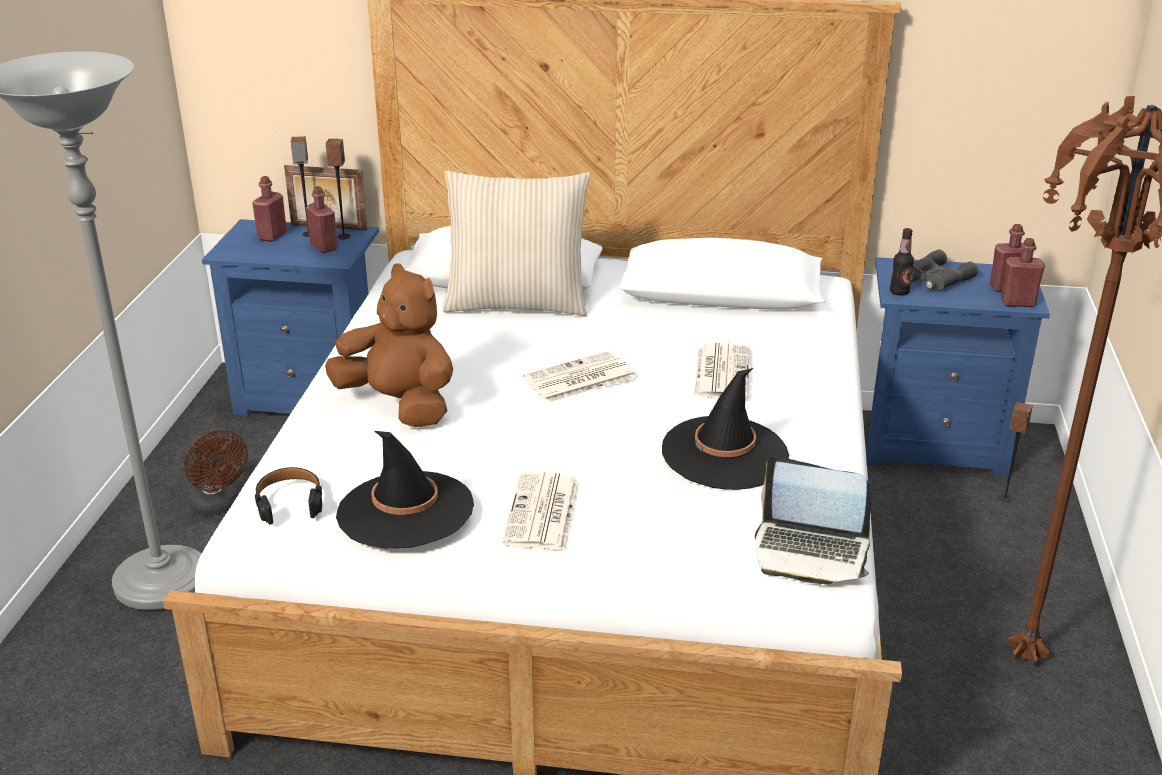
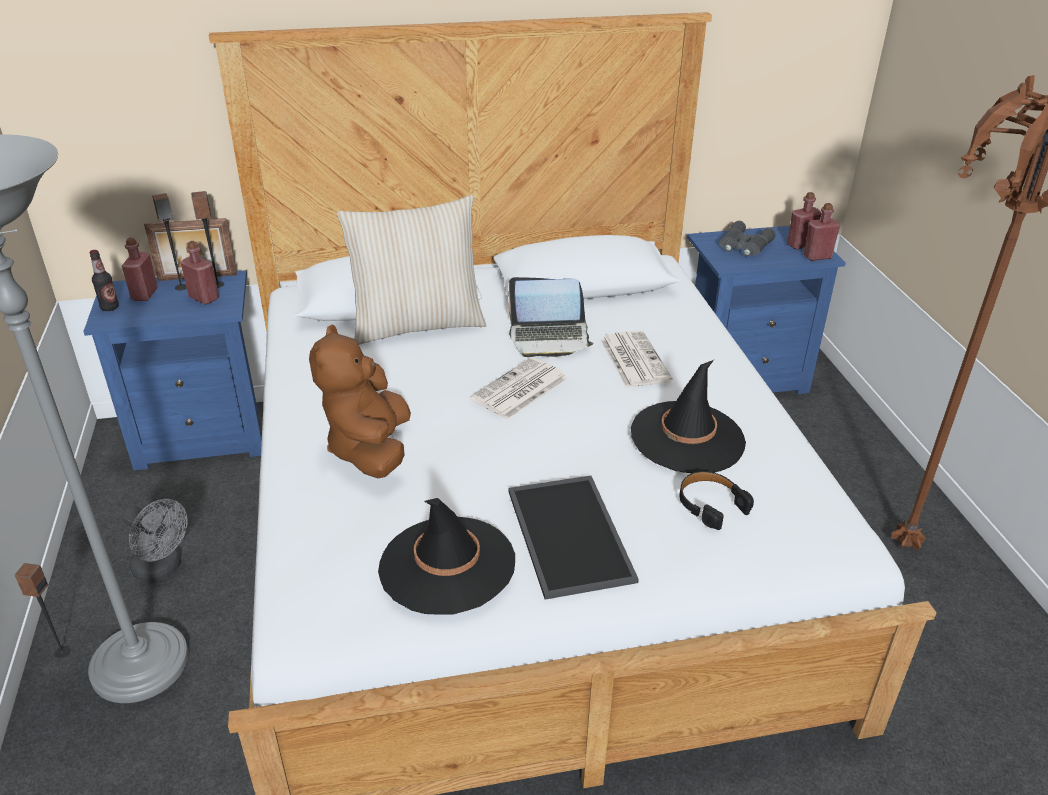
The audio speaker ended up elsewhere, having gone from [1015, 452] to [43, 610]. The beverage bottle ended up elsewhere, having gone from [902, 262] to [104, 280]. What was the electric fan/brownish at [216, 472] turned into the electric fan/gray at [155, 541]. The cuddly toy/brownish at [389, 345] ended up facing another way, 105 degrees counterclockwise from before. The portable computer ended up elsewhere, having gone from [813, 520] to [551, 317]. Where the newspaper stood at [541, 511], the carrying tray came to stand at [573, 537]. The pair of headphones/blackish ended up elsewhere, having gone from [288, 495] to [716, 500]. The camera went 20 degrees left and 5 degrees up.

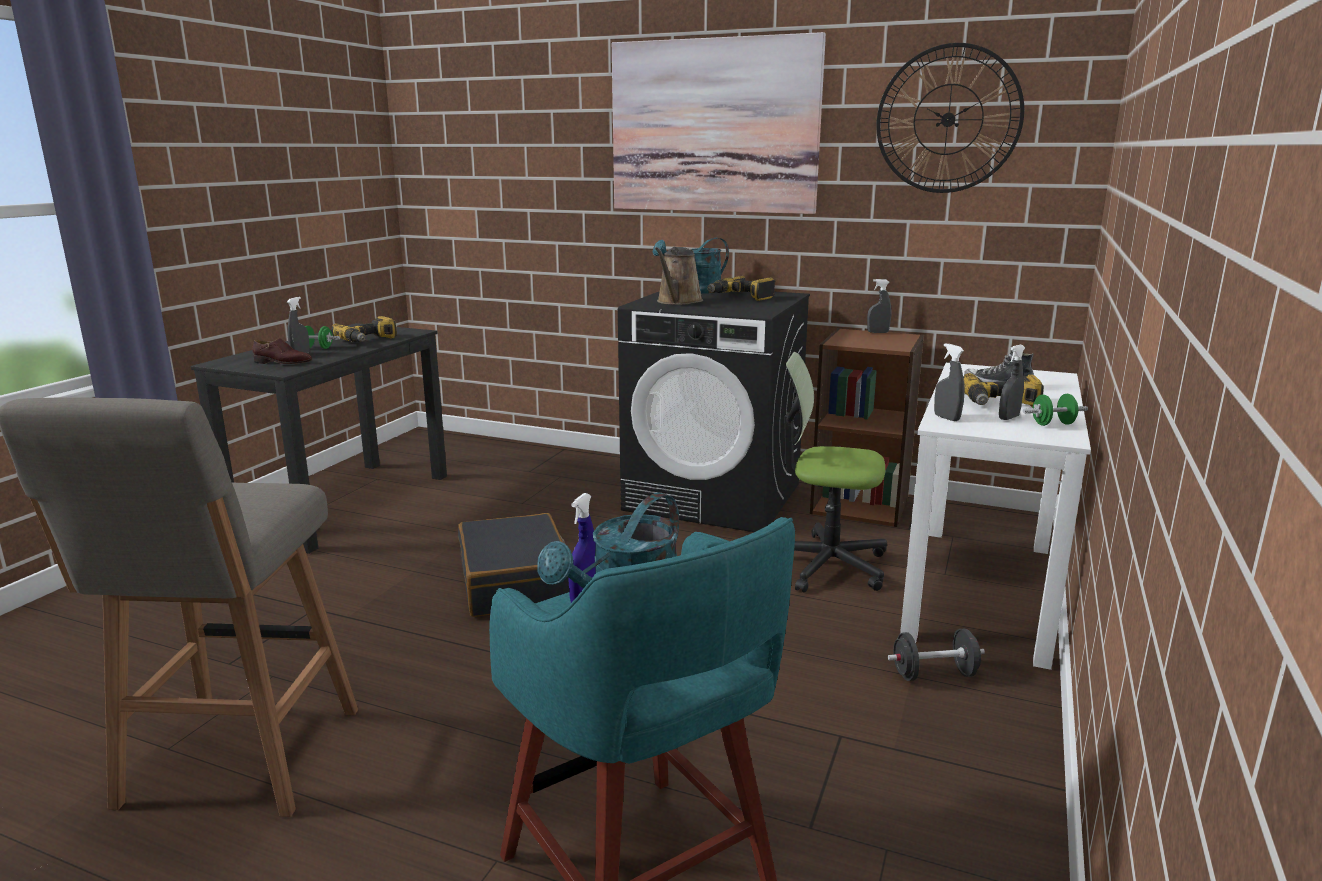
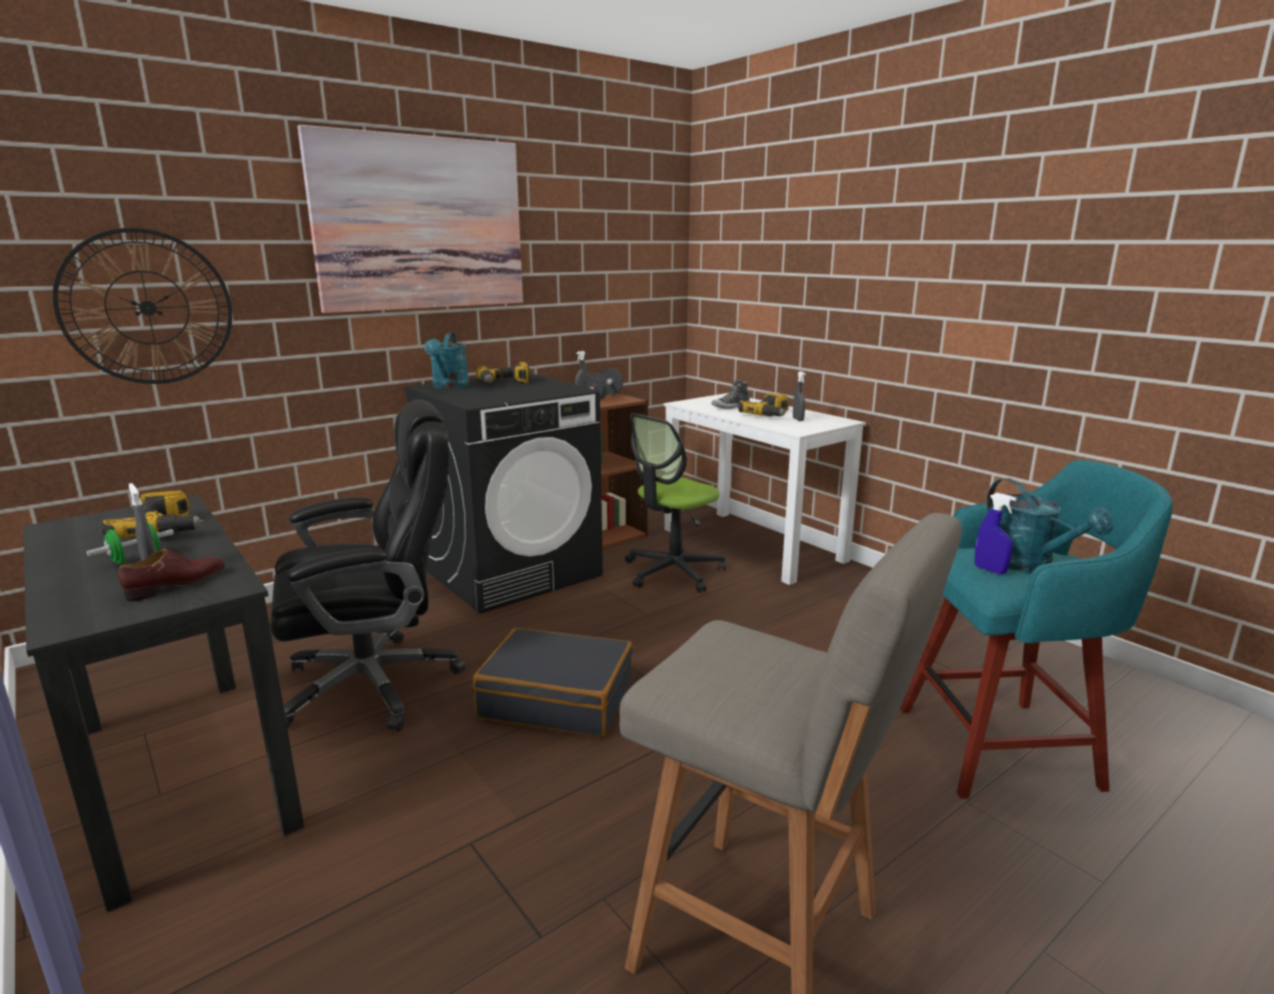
The wall clock ended up elsewhere, having gone from [950, 118] to [142, 306]. The second view gained the desk chair/blackish at [368, 565]. The free weight/blackish ended up elsewhere, having gone from [936, 655] to [602, 384]. The second view lost the sprinkling can/brownish at [679, 276]. The second view lost the hand sprayer/gray at [949, 382]. The second view lost the free weight/green-coloured at [1055, 410]. The camera went 60 degrees left and 0 degrees up.

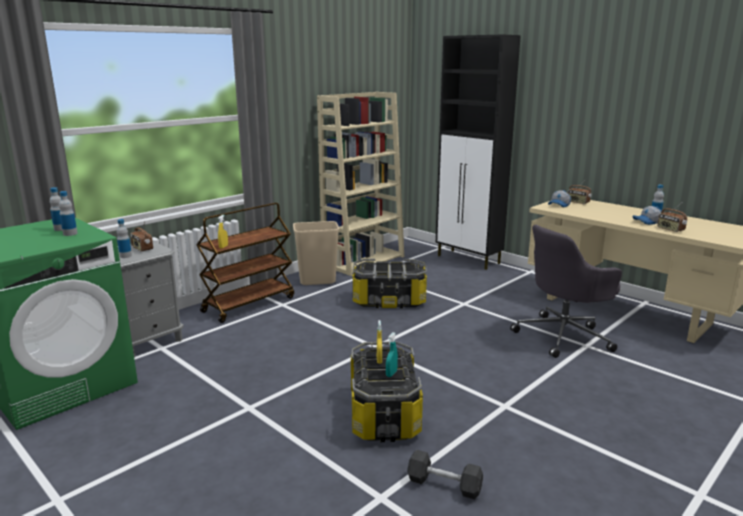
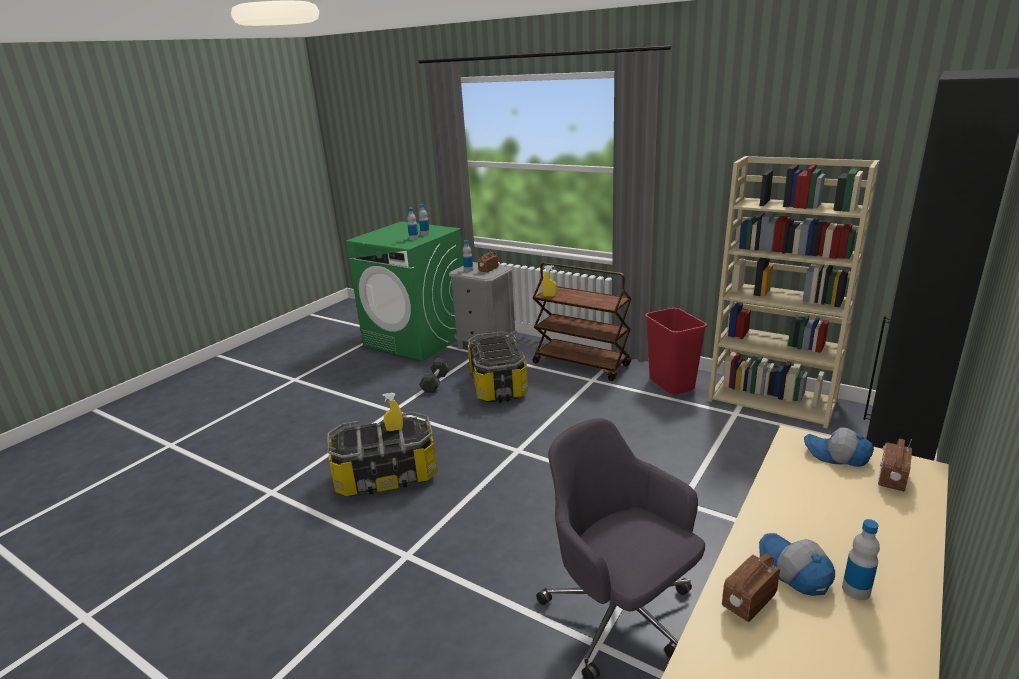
The free weight/gray ended up elsewhere, having gone from [445, 474] to [434, 376]. The storage box ended up elsewhere, having gone from [389, 283] to [498, 367]. What was the waste bin/beige-coloured at [316, 253] turned into the waste bin/red at [676, 351]. The second view lost the hand sprayer/turquoise-coloured at [392, 354]. The camera went 80 degrees right and 5 degrees up.

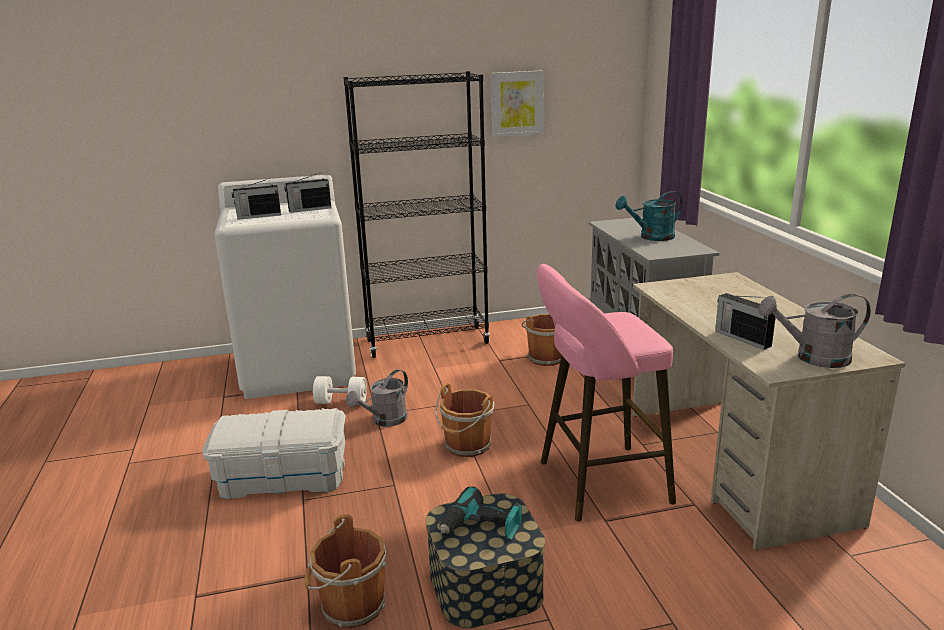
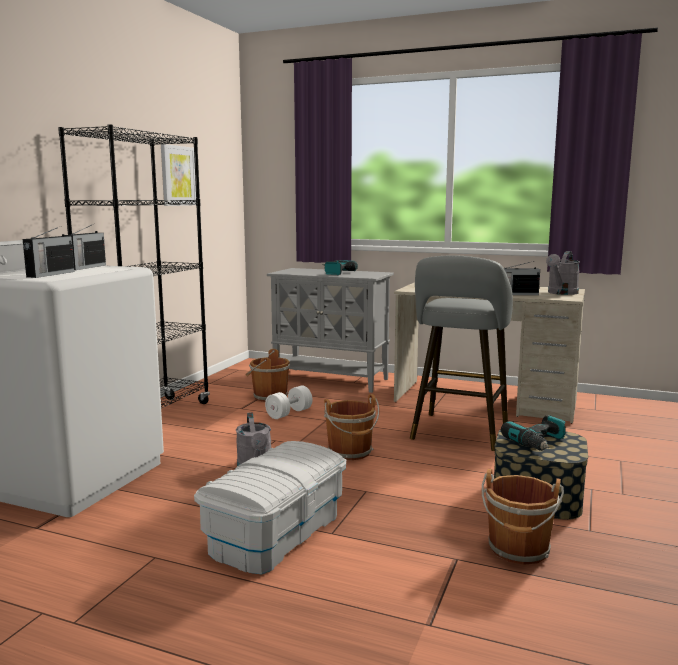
The free weight/white ended up elsewhere, having gone from [340, 390] to [289, 402]. Where the sprinkling can/turquoise-coloured stood at [649, 216], the power drill came to stand at [340, 267]. What was the sitting stool/pinkish at [606, 393] turned into the sitting stool/gray at [461, 353]. The camera went 55 degrees left and 10 degrees down.

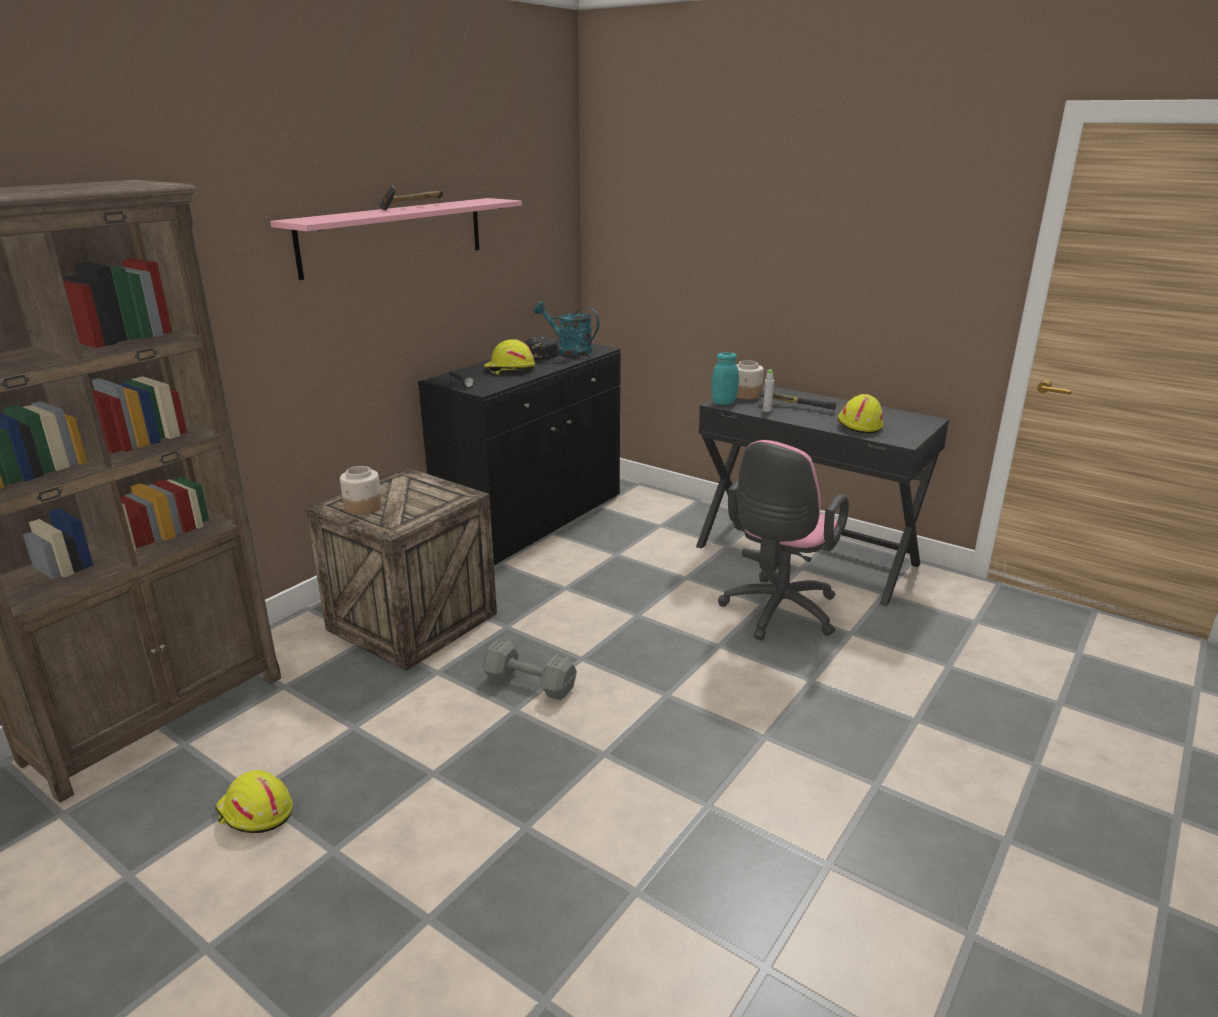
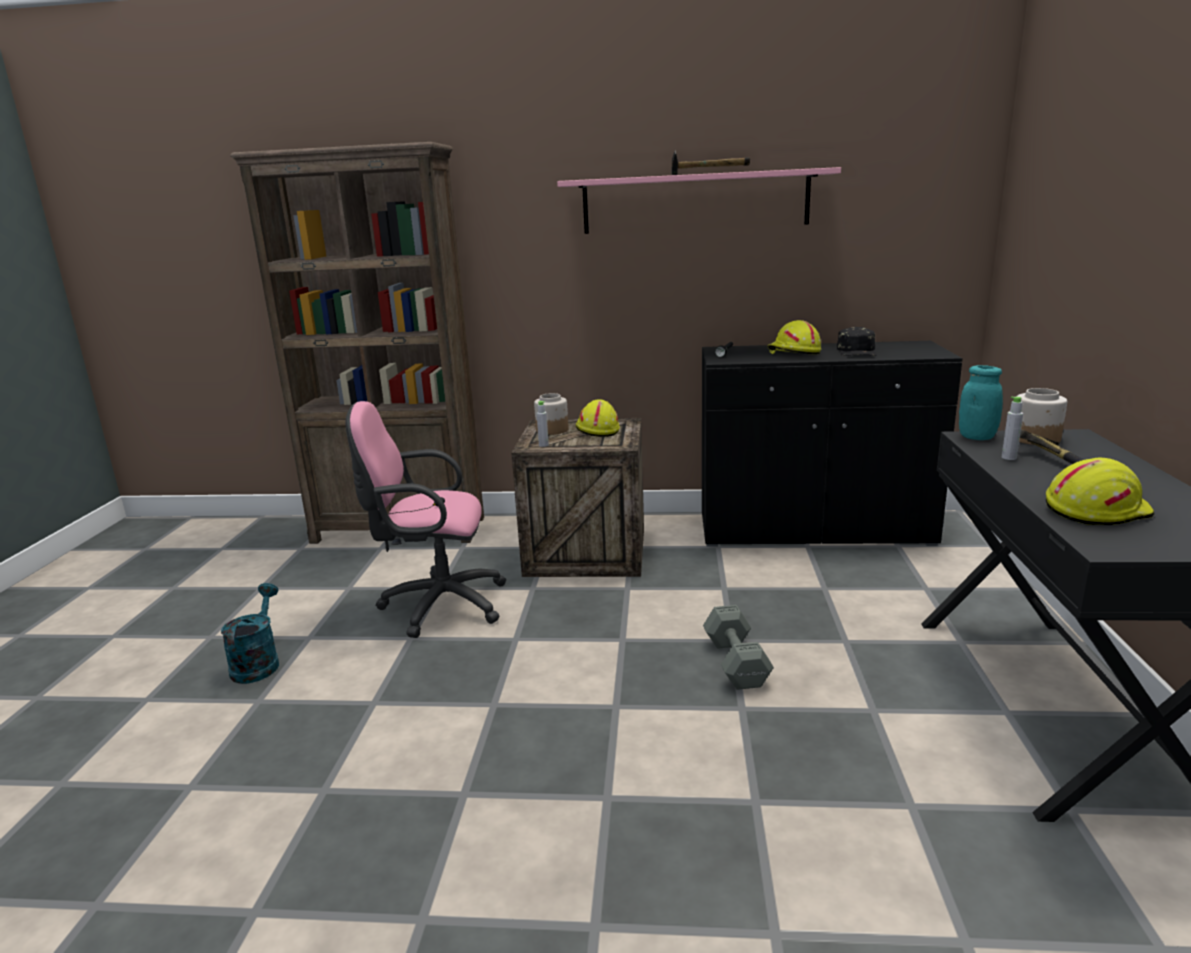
The sprinkling can/turquoise-coloured ended up elsewhere, having gone from [566, 328] to [250, 633]. The desk chair/pinkish ended up elsewhere, having gone from [783, 540] to [426, 519]. The second view gained the beverage bottle/gray at [543, 424]. The safety helmet/yellowish ended up elsewhere, having gone from [254, 801] to [598, 418]. The free weight/gray ended up elsewhere, having gone from [529, 669] to [738, 647]. The camera went 60 degrees right and 5 degrees down.

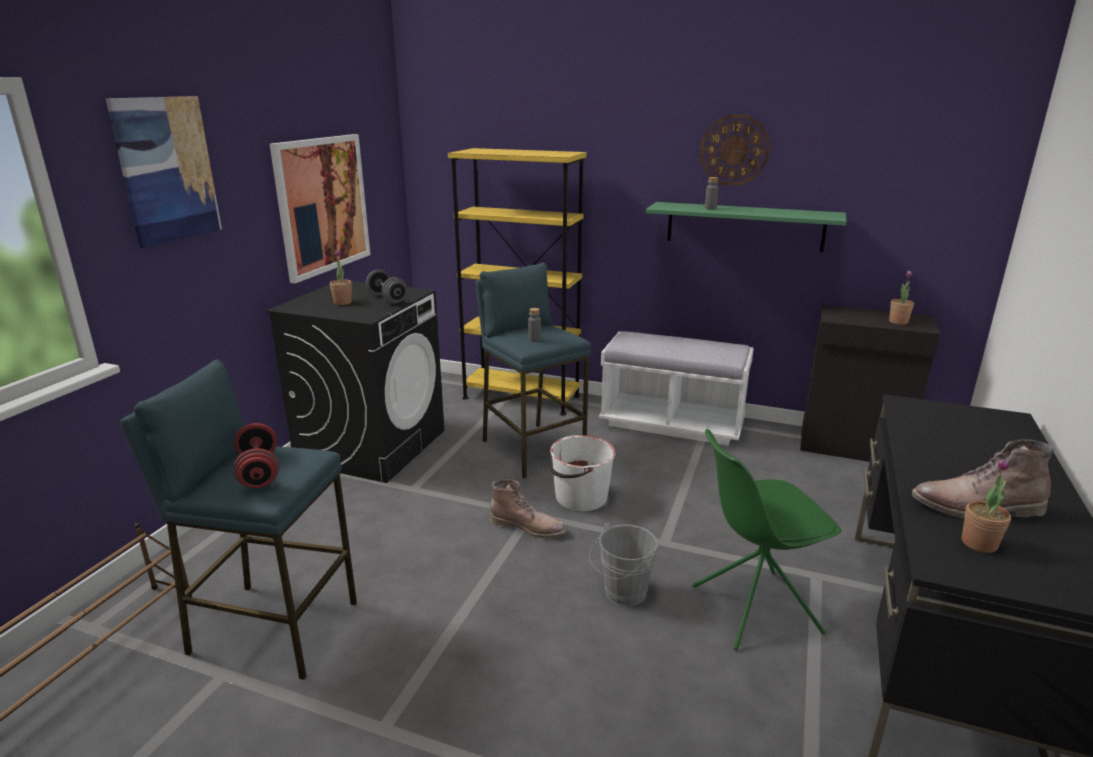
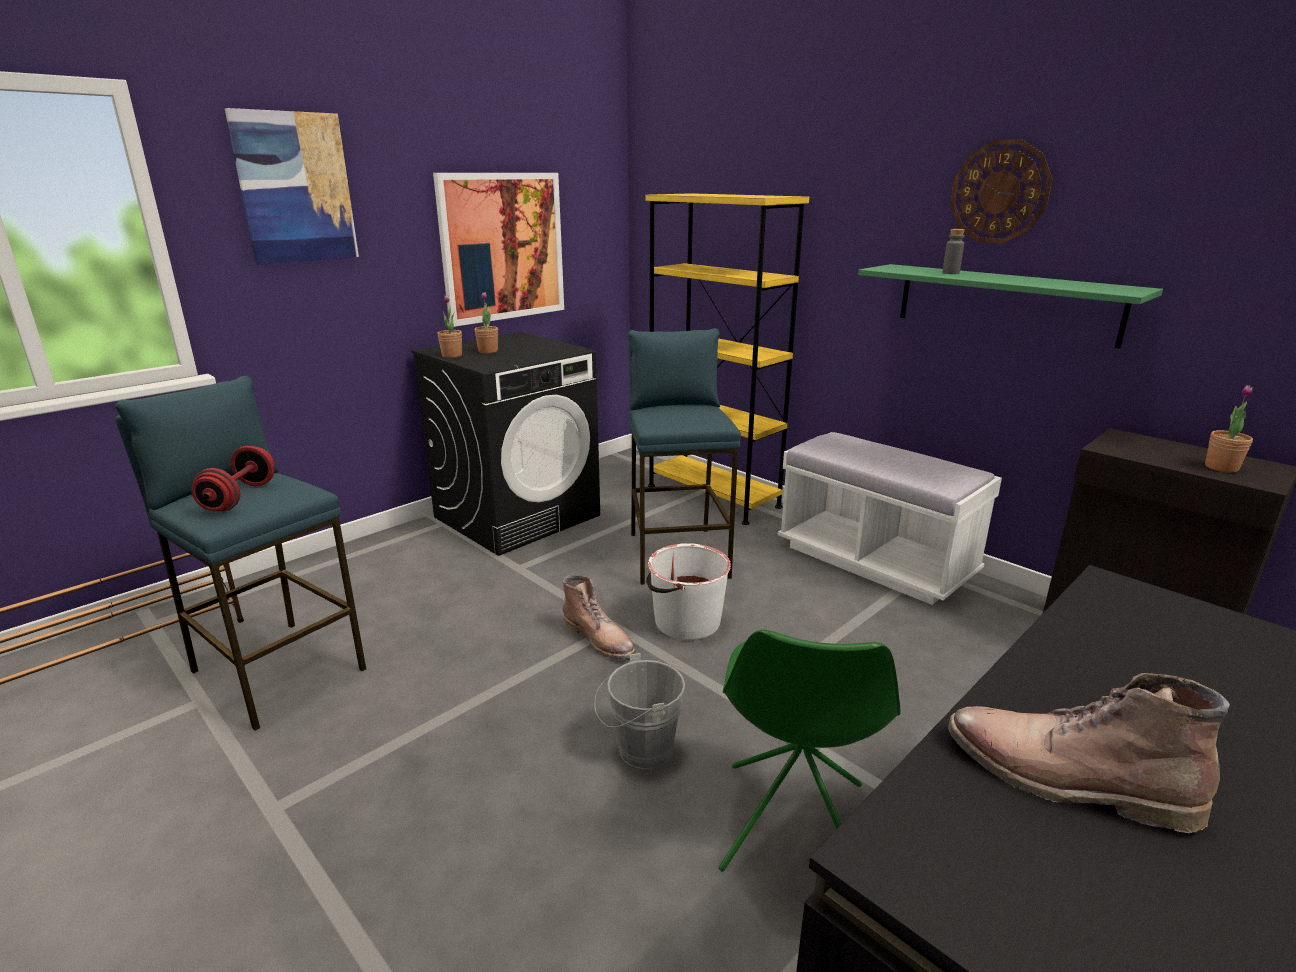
The houseplant ended up elsewhere, having gone from [986, 505] to [449, 326]. The chair/green-coloured at [767, 540] ended up facing another way, 90 degrees counterclockwise from before. The second view lost the free weight/gray at [386, 286]. The second view lost the beverage bottle/gray at [534, 325]. The camera went 25 degrees right and 0 degrees up.

